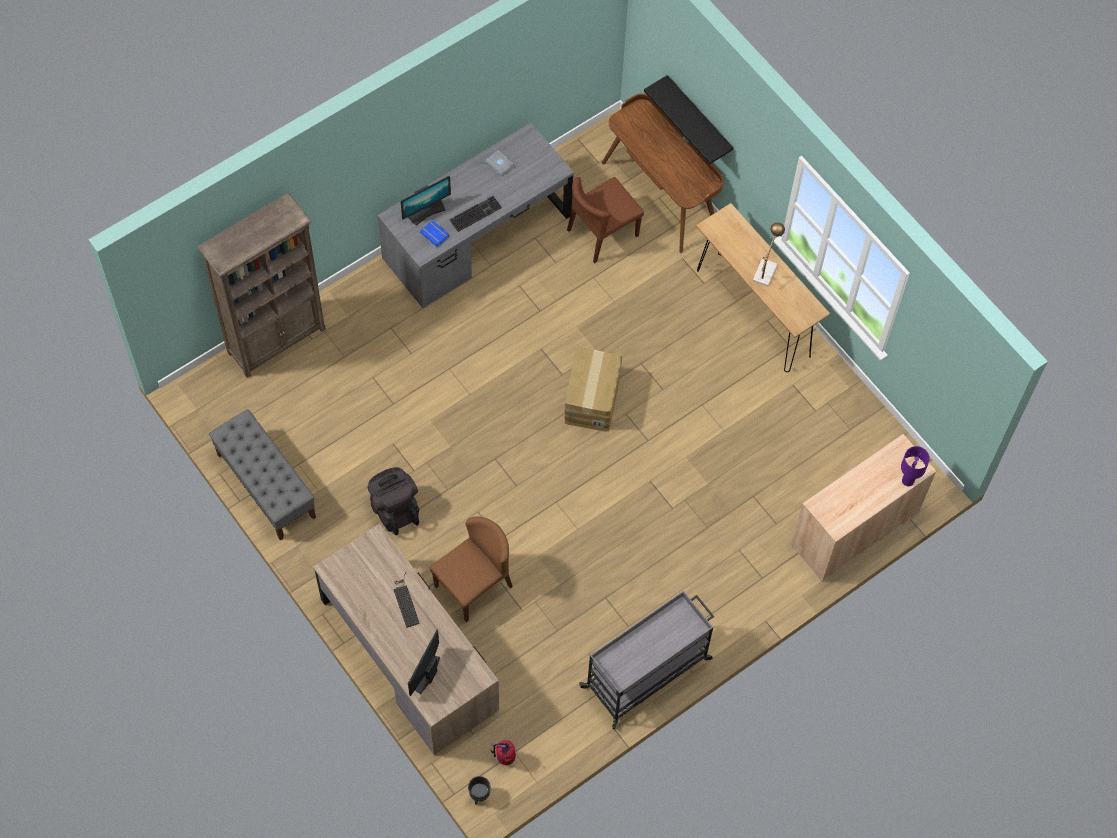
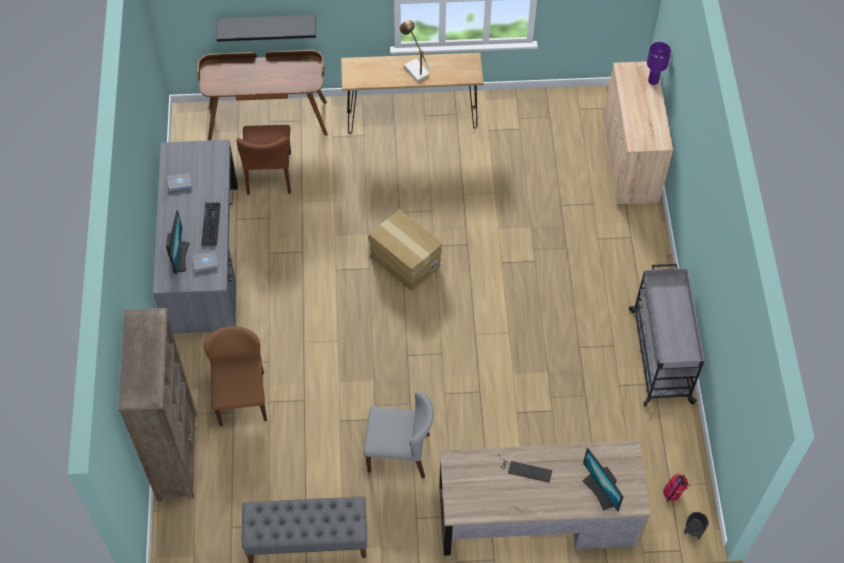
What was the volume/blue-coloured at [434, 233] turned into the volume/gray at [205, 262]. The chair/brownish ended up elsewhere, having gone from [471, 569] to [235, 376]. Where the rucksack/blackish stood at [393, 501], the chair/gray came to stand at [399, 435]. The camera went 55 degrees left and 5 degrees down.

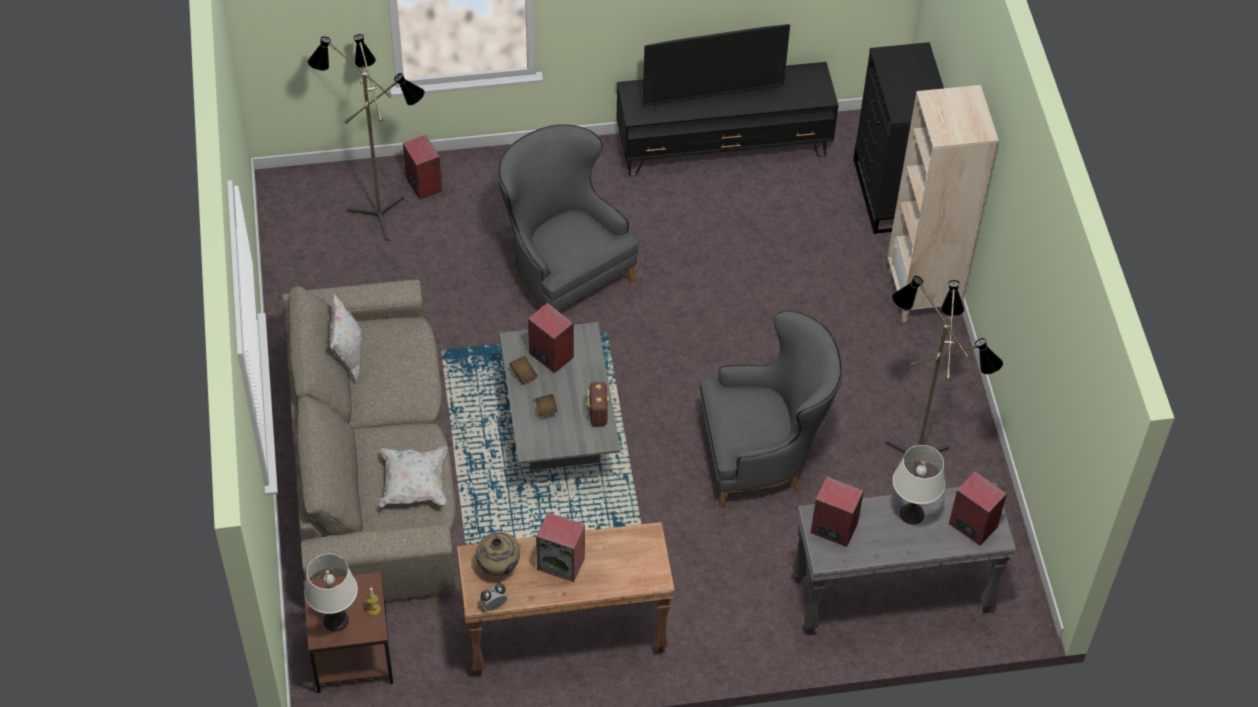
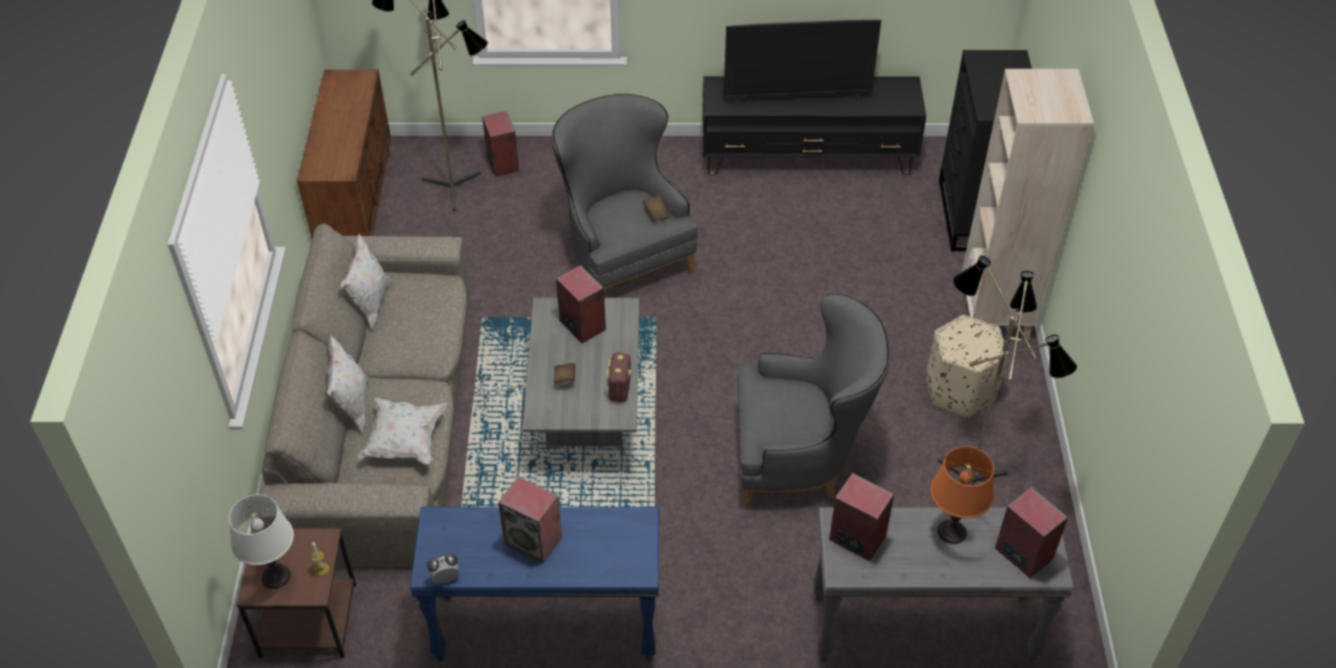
The second view gained the cabinet/brownish at [344, 153]. The second view gained the cushion/white at [347, 384]. What was the narrow table/brownish at [566, 599] turned into the narrow table/blue-coloured at [534, 584]. The volume/brownish ended up elsewhere, having gone from [523, 370] to [656, 209]. The second view gained the ottoman/beige-coloured at [967, 366]. What was the tabletop lamp/white at [919, 484] turned into the tabletop lamp/orange-coloured at [962, 495]. The second view lost the flower vase/beige-coloured at [498, 554]. The camera went 10 degrees right and 5 degrees down.

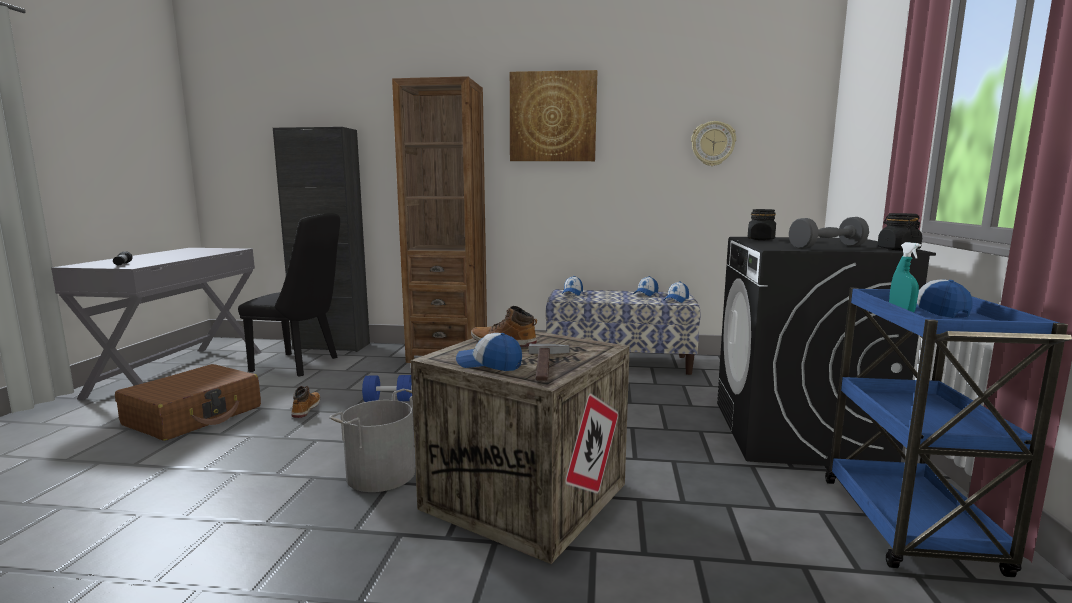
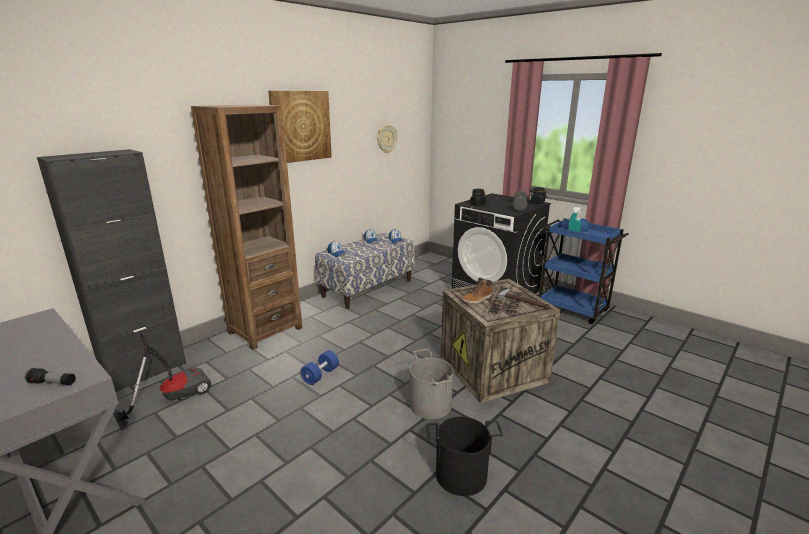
Where the chair/blackish stood at [289, 295], the vacuum came to stand at [162, 381]. The second view gained the water bucket/blackish at [464, 456]. The second view lost the piece of luggage/brownish at [188, 402]. The second view lost the boot at [305, 402]. The second view lost the cap at [489, 352]. The camera went 55 degrees left and 10 degrees up.

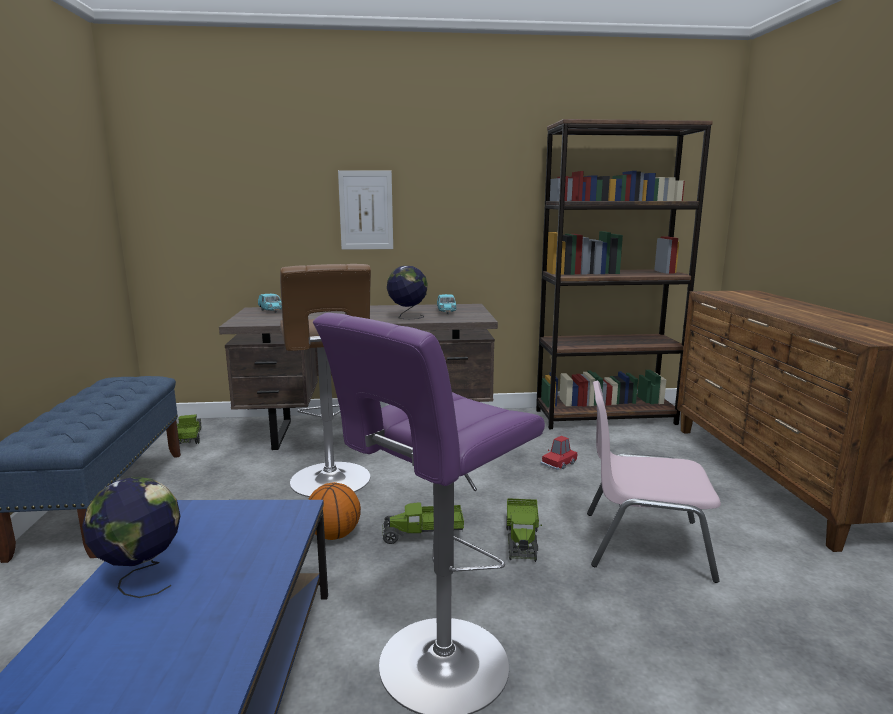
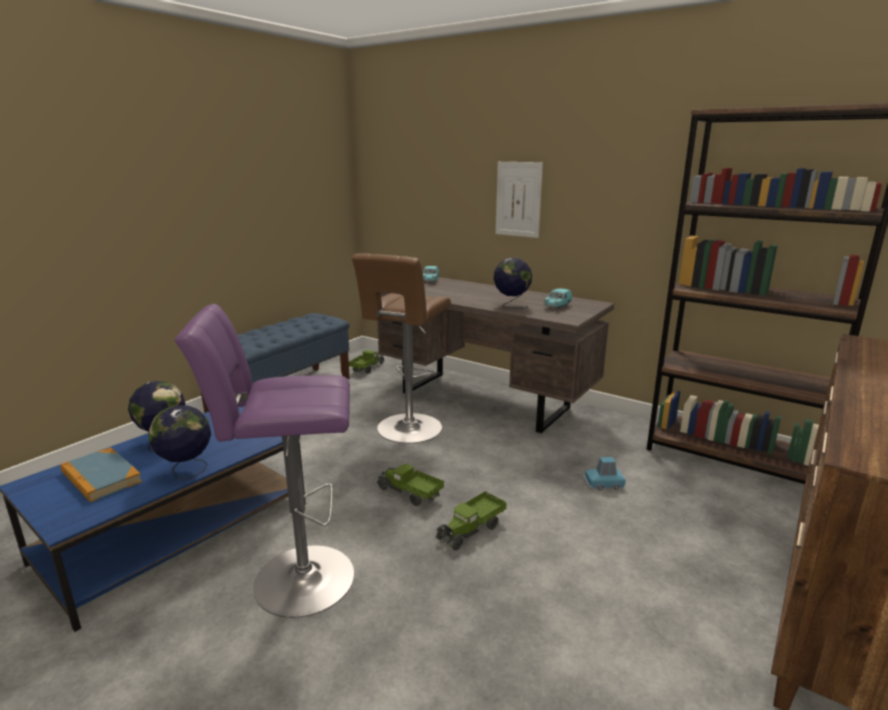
The second view gained the volume at [101, 474]. The second view gained the desk globe at [179, 442]. What was the miniature car/red at [559, 453] turned into the miniature car/blue-coloured at [604, 473]. The second view lost the ball for basketball at [334, 511]. The second view lost the chair/pinkish at [654, 482]. The camera went 40 degrees right and 5 degrees up.

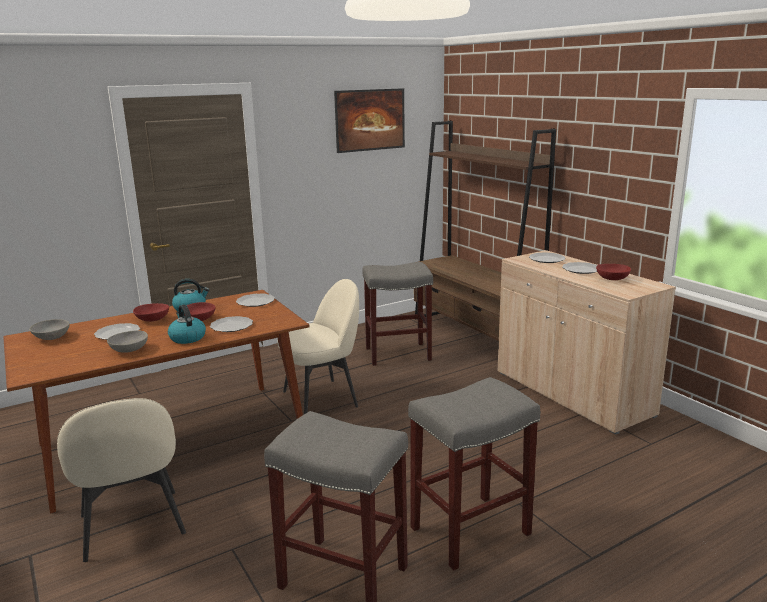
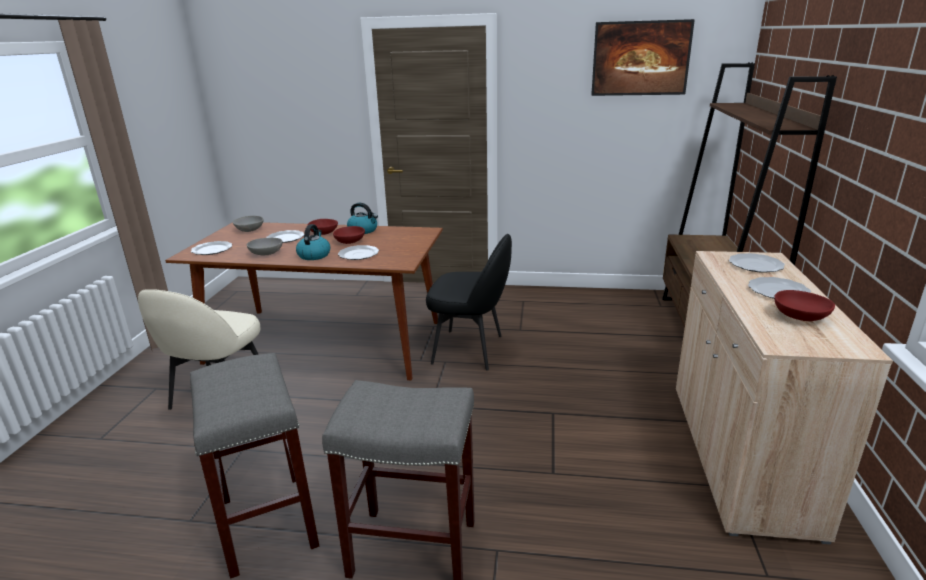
The flat dish ended up elsewhere, having gone from [255, 300] to [211, 248]. What was the chair/beige-coloured at [318, 346] turned into the chair/blackish at [469, 302]. The second view lost the sitting stool/gray at [397, 314]. The camera went 40 degrees right and 5 degrees up.

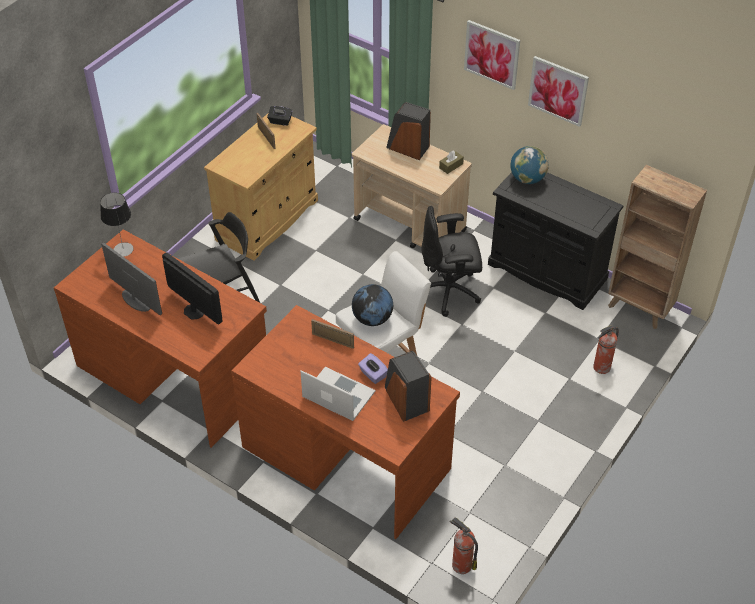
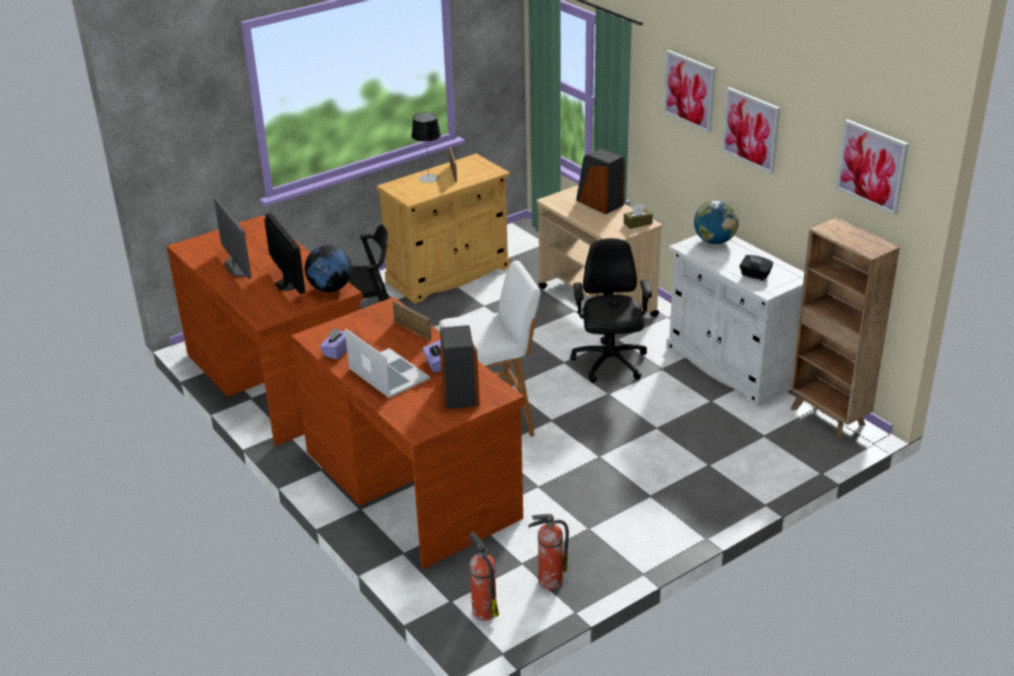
The desk globe ended up elsewhere, having gone from [372, 305] to [328, 268]. The second view gained the box of tissues/purple at [336, 343]. The tabletop lamp ended up elsewhere, having gone from [117, 224] to [426, 148]. The fire-fighting cylinder ended up elsewhere, having gone from [606, 349] to [548, 551]. The desk chair/blackish at [451, 261] ended up facing another way, 75 degrees clockwise from before. What was the cabinet/blackish at [556, 241] turned into the cabinet/white at [735, 320]. The box of tissues/blackish ended up elsewhere, having gone from [279, 116] to [756, 268]. The second view gained the wall picture at [872, 167]. The camera went 20 degrees right and 15 degrees down.

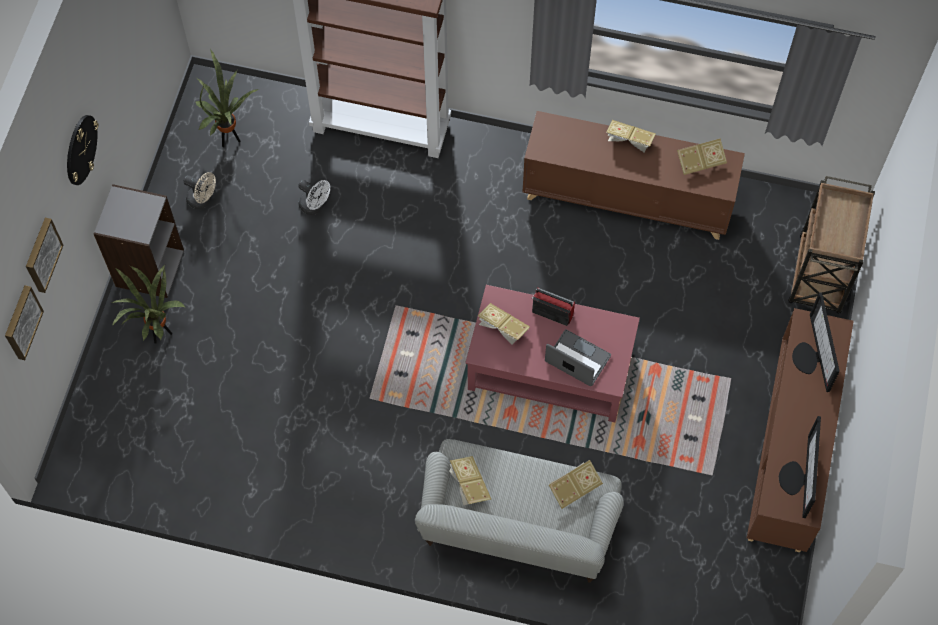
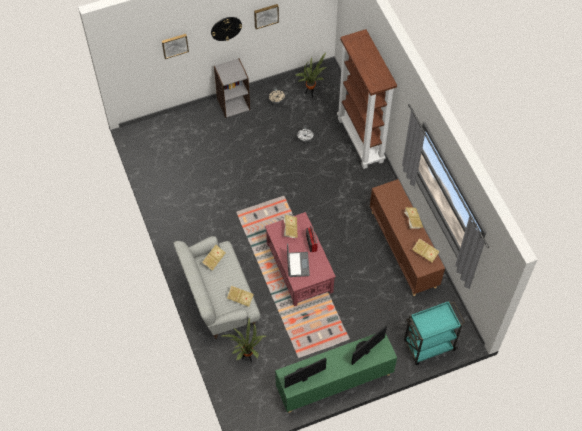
The houseplant ended up elsewhere, having gone from [148, 304] to [244, 340]. The wall picture ended up elsewhere, having gone from [24, 322] to [266, 16]. What was the cabinet/brownish at [800, 430] turned into the cabinet/green-coloured at [336, 373]. What was the wheeled cart/brownish at [831, 245] turned into the wheeled cart/turquoise-coloured at [434, 333]. The camera went 55 degrees right and 5 degrees down.

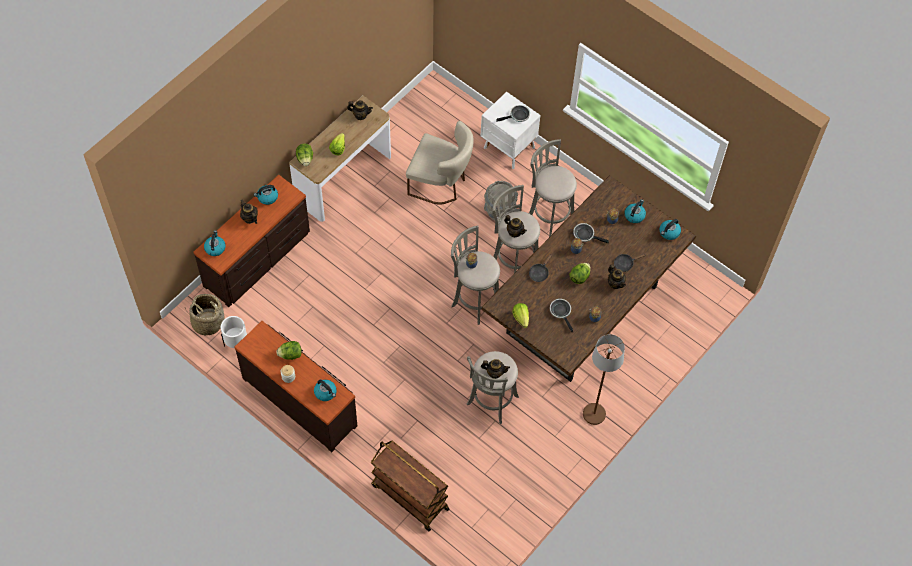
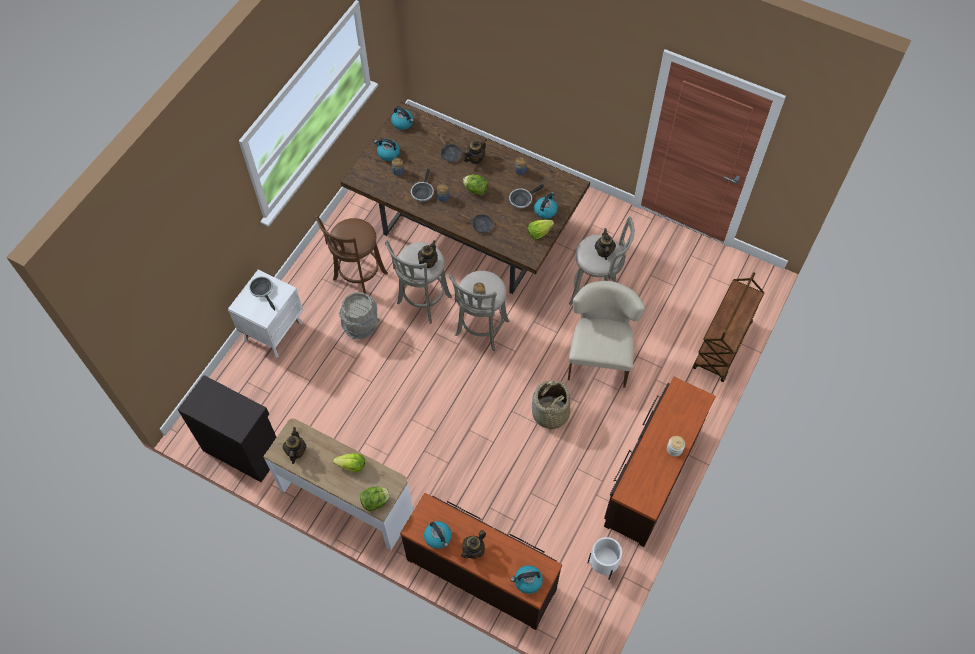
The second view gained the cabinet/blackish at [227, 428]. What was the sitting stool/gray at [553, 188] turned into the sitting stool/brownish at [351, 254]. The household basket ended up elsewhere, having gone from [205, 314] to [551, 406]. The tea kettle ended up elsewhere, having gone from [325, 390] to [546, 205]. The chair/beige-coloured ended up elsewhere, having gone from [440, 163] to [606, 334]. The second view lost the lettuce at [289, 350]. The second view lost the standing lamp/brownish at [604, 379]. The camera went 100 degrees left and 0 degrees up.

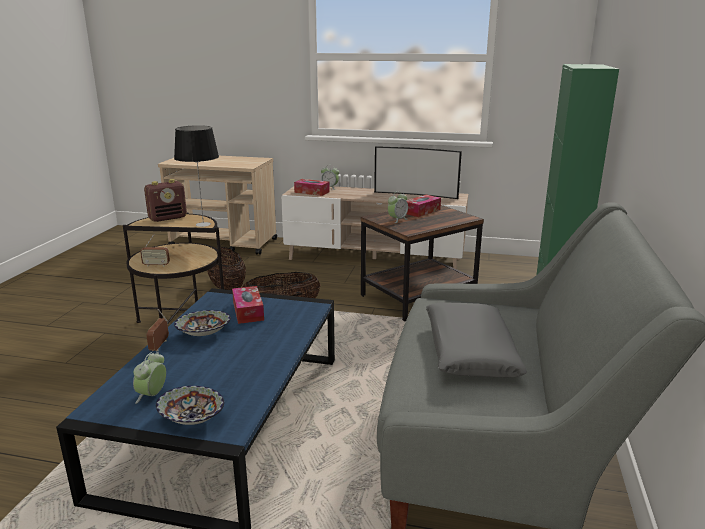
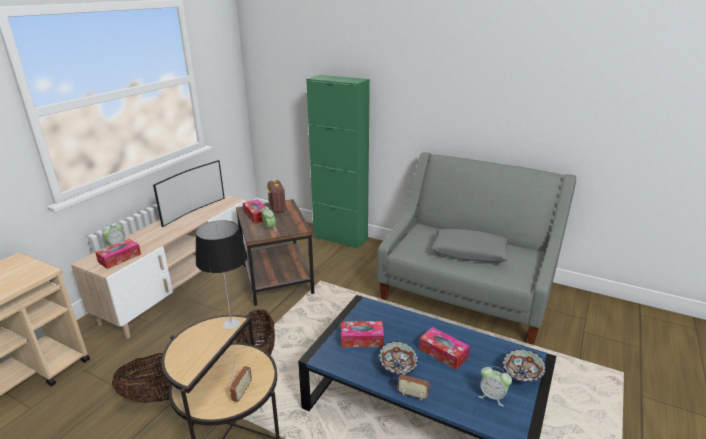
The radio set ended up elsewhere, having gone from [165, 200] to [276, 196]. The second view gained the box of tissues at [444, 348]. The camera went 75 degrees left and 5 degrees up.

